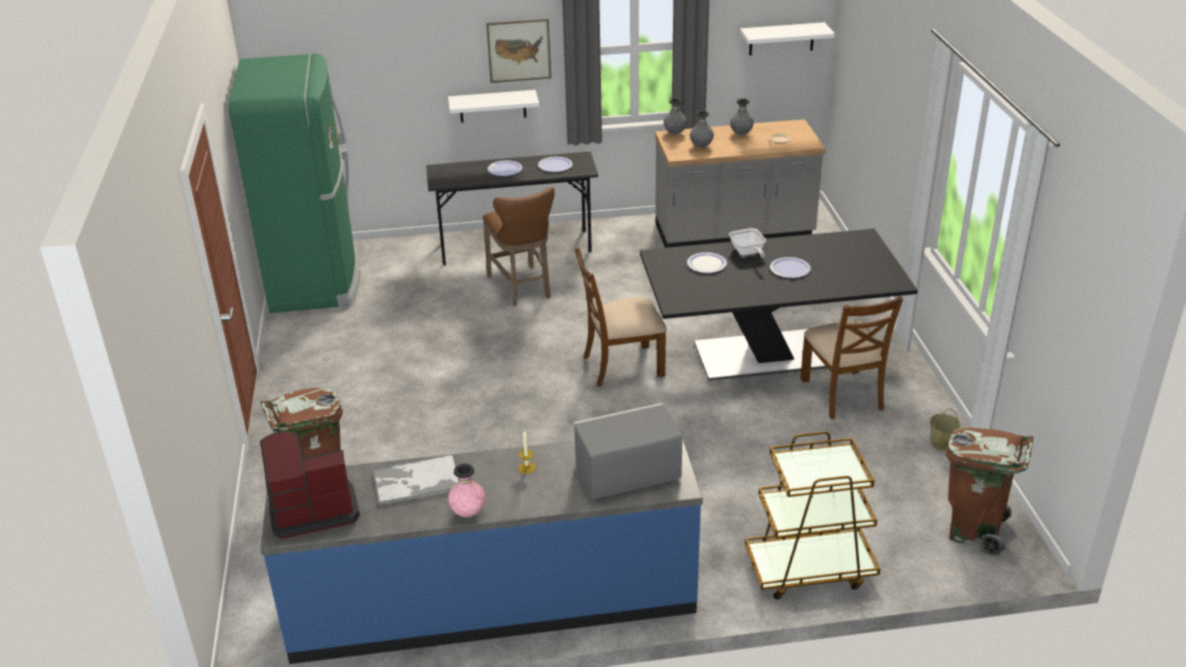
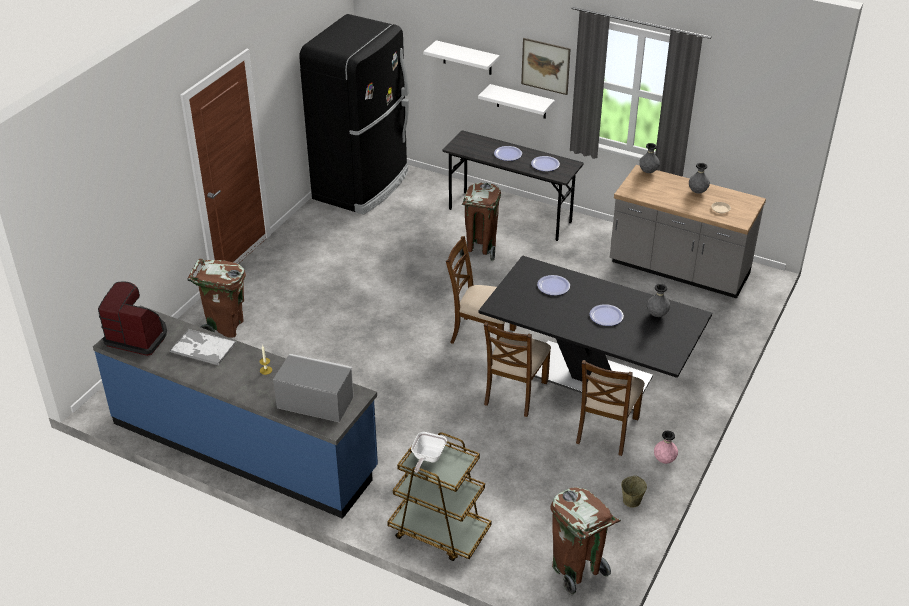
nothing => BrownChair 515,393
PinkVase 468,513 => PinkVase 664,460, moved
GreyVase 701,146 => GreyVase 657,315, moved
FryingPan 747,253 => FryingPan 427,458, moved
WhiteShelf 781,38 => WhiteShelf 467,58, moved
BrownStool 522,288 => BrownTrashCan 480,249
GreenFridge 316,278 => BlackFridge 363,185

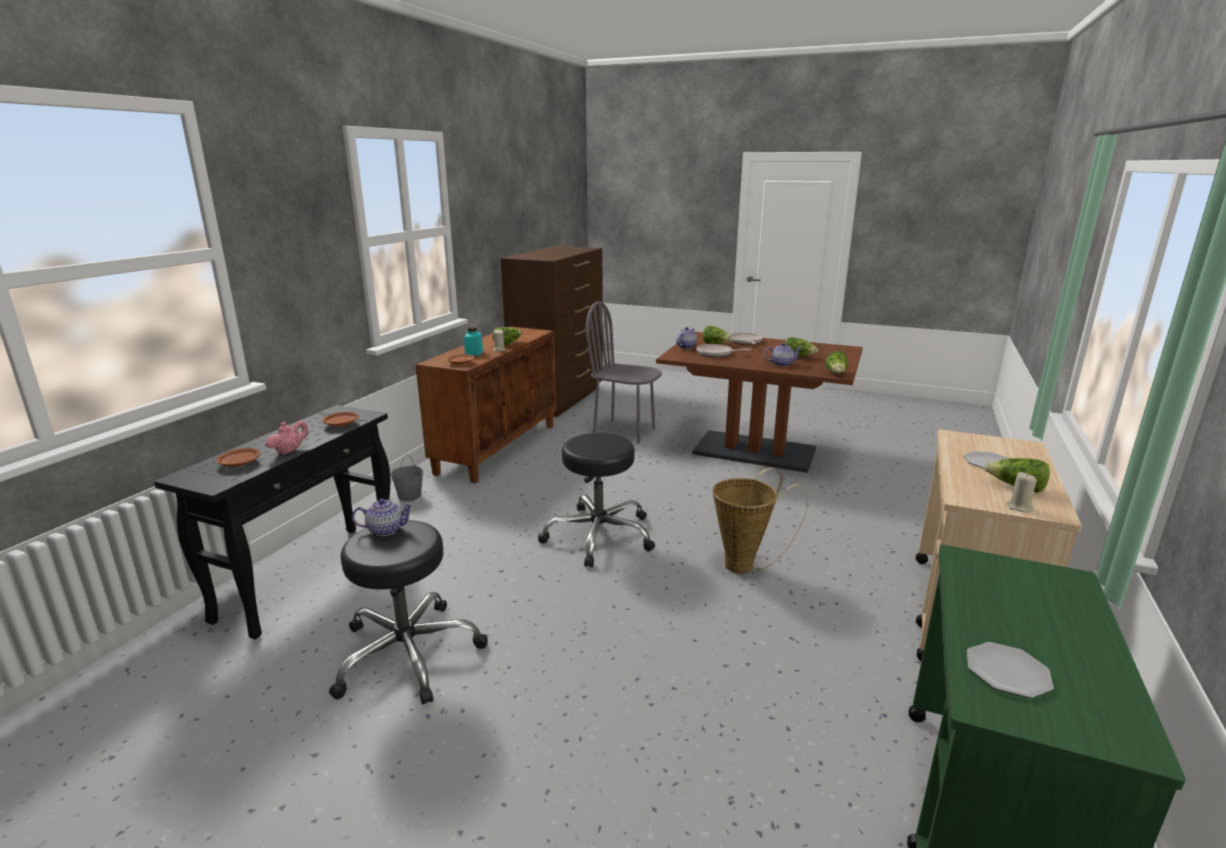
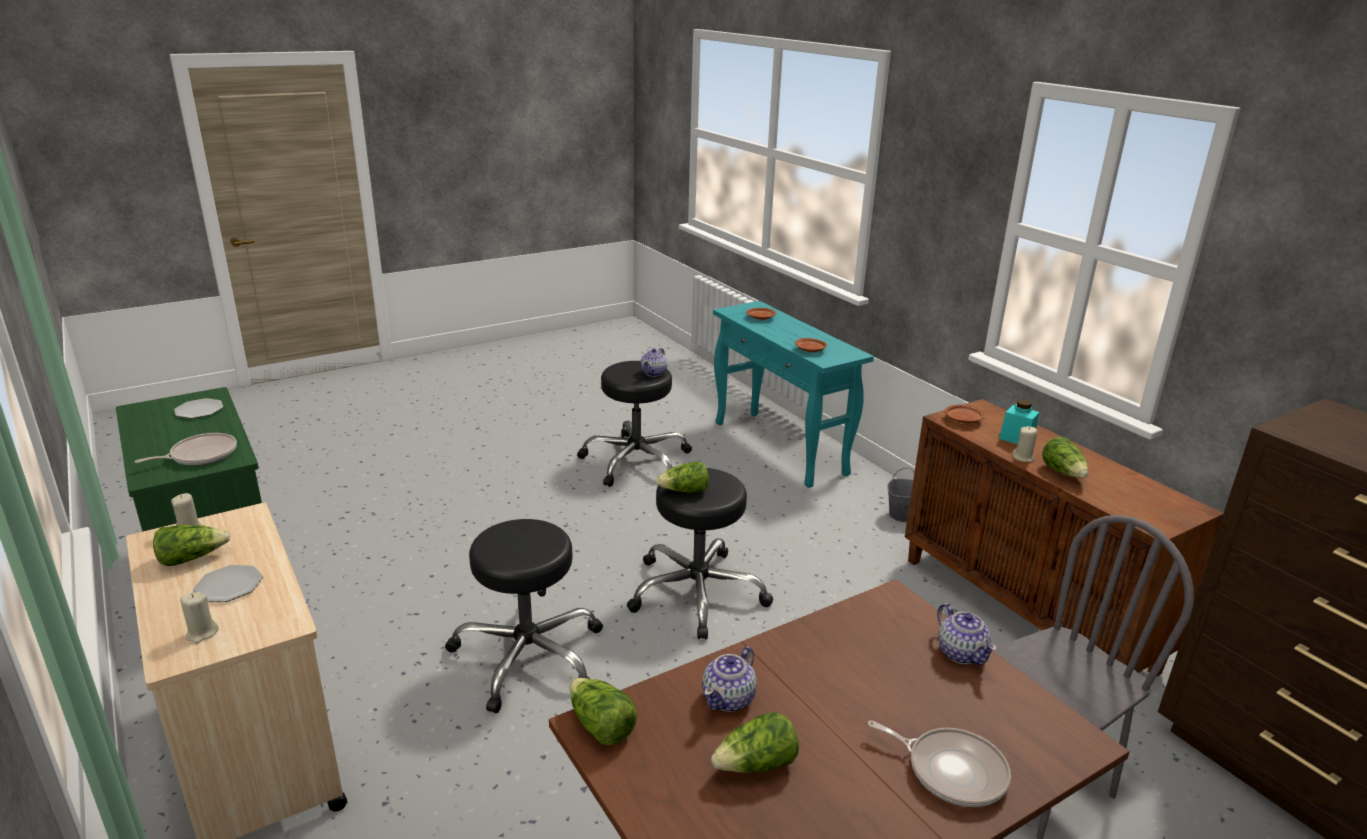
PinkTeapot 289,451 => nothing
nothing => BeigeCandle 201,633
FryingPan 716,353 => FryingPan 200,455, moved
Lettuce 716,344 => Lettuce 684,491, moved
Basket 745,565 => BlackStool 529,656
BlackConsoleTable 310,577 => TurquoiseConsoleTable 780,448

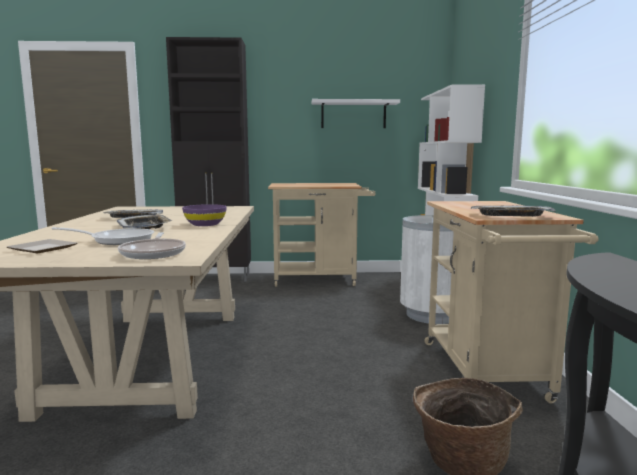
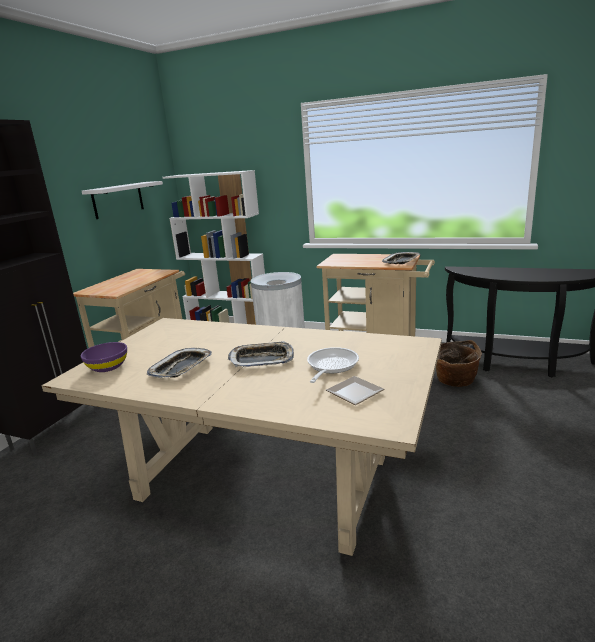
FryingPan 154,253 => nothing
PurpleBowl 205,224 => PurpleBowl 108,367, moved

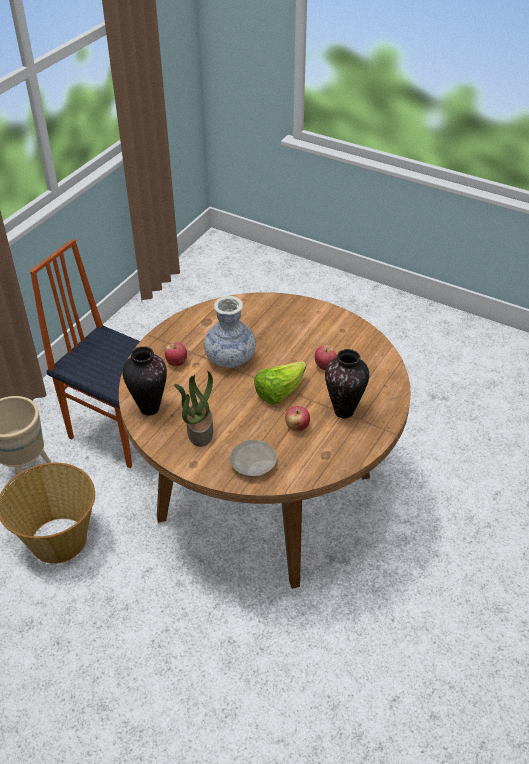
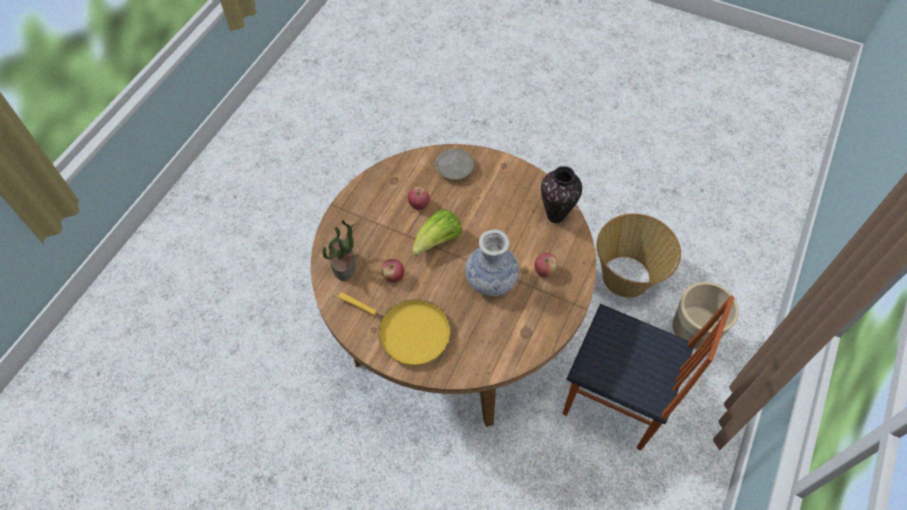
Vase 344,412 => nothing
nothing => YellowFryingPan 409,333
PottedPlant 199,431 => PottedPlant 344,265, moved

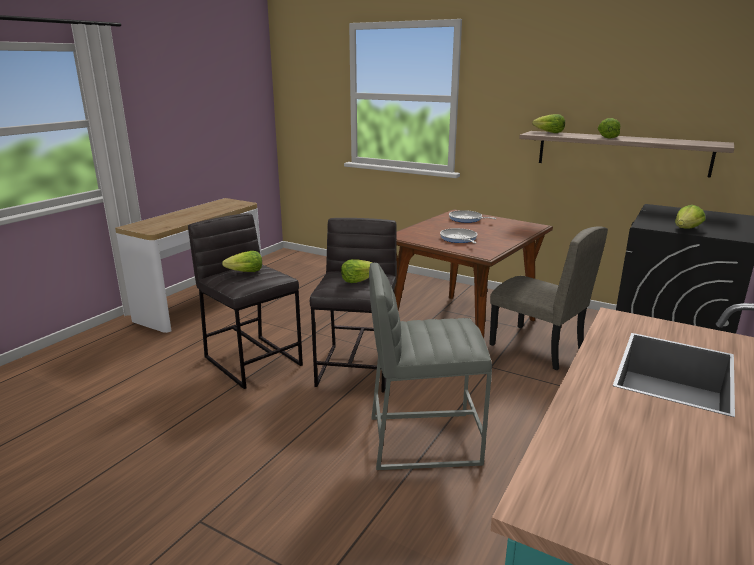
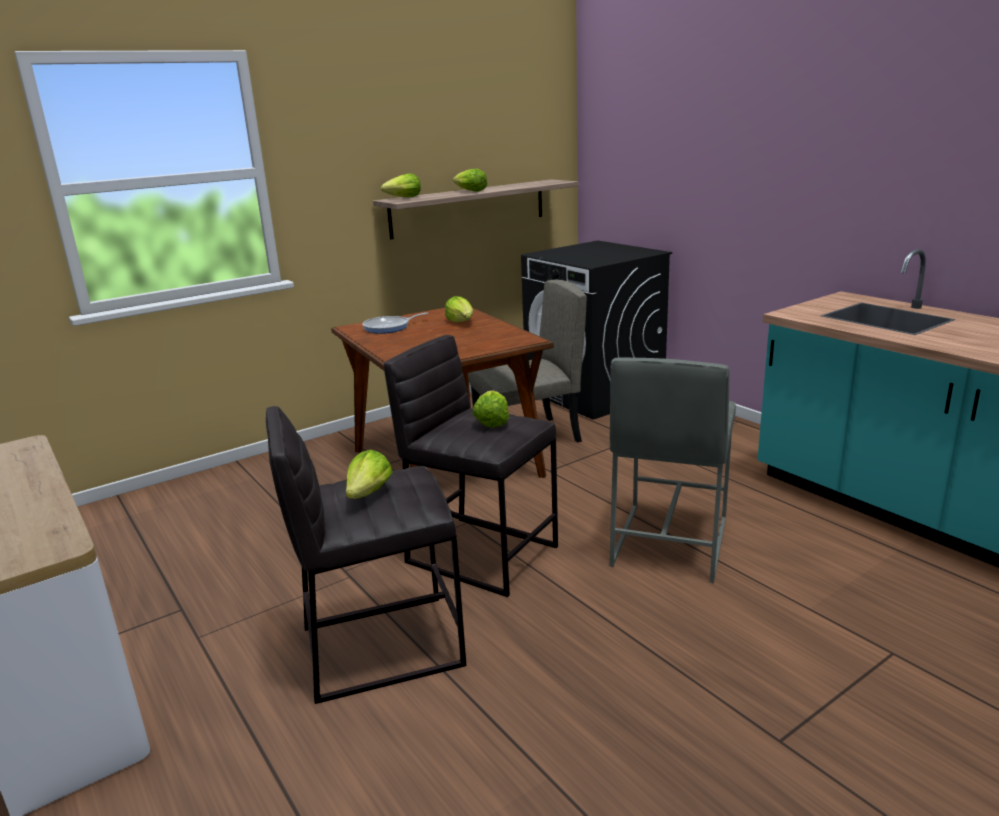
FryingPan 459,239 => nothing
Lettuce 686,229 => Lettuce 461,322, moved

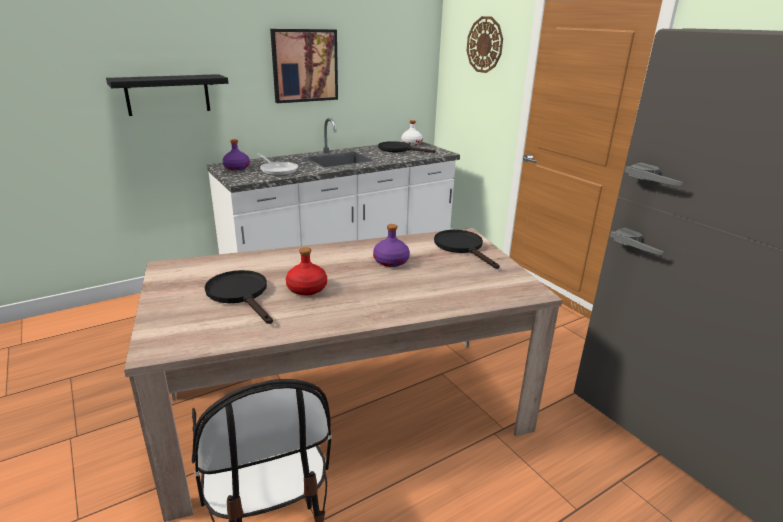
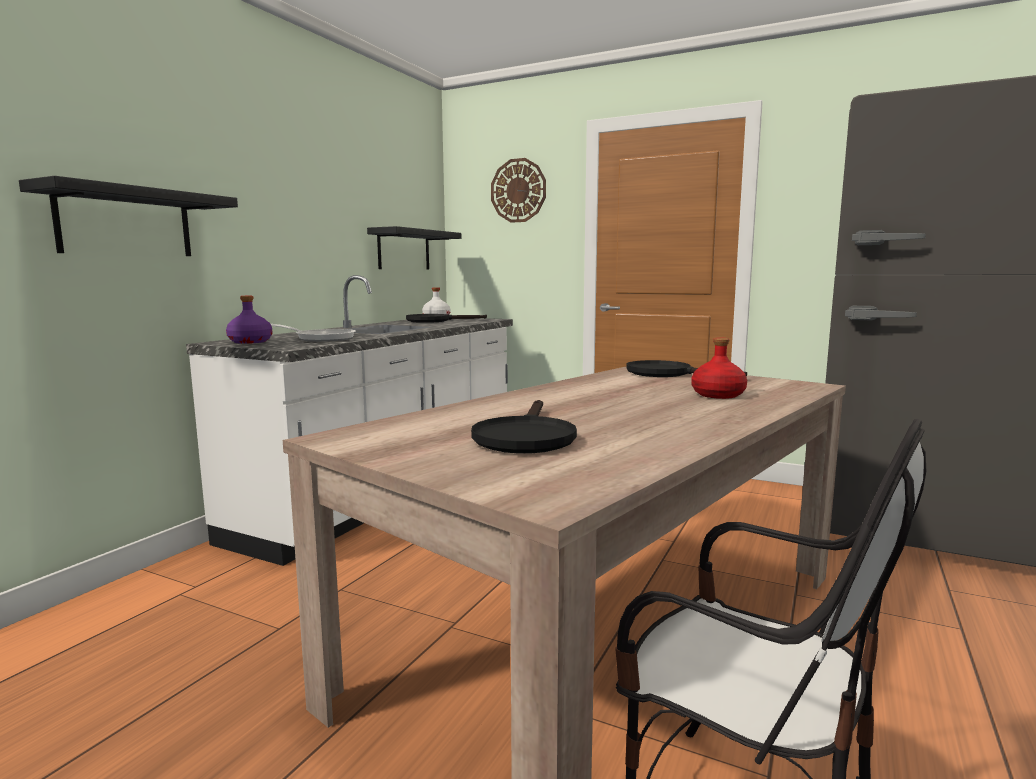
Picture 305,65 => nothing
PurpleBottle 391,261 => nothing
nothing => BlackShelf 404,250
RedBottle 307,289 => RedBottle 718,395, moved
BlackFryingPan 241,294 => BlackFryingPan 525,437, 105 degrees counterclockwise

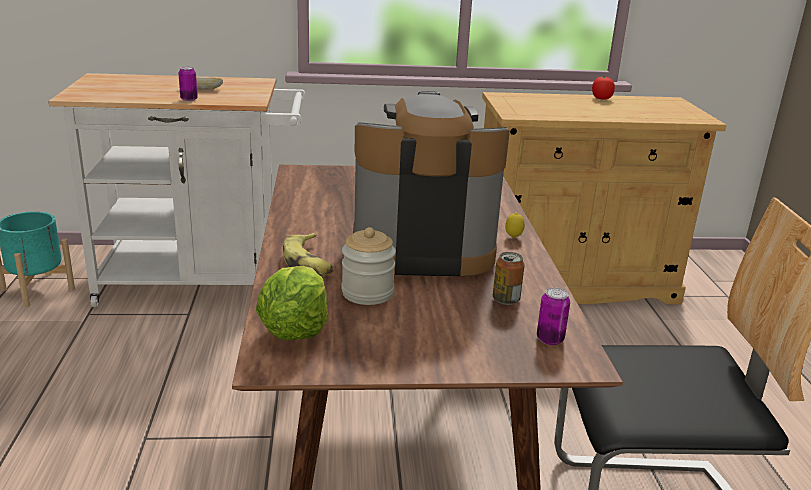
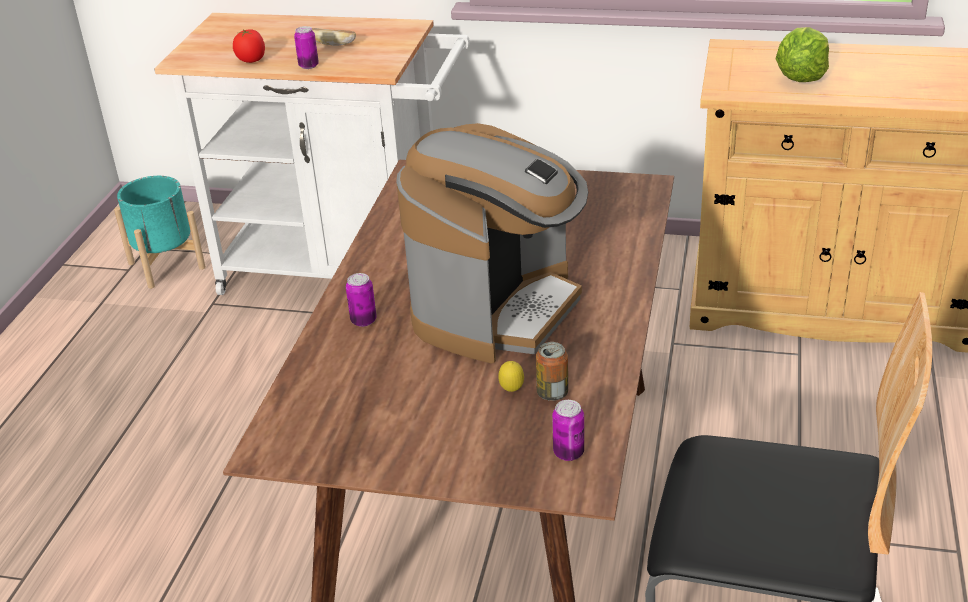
Jar 367,293 => nothing
Lettuce 295,330 => Lettuce 801,77, moved
Lemon 513,238 => Lemon 511,391, moved
Tomato 601,98 => Tomato 251,60, moved
Banana 309,263 => Can 363,320
CoffeeMachine 422,249 => CoffeeMachine 498,309, 105 degrees clockwise

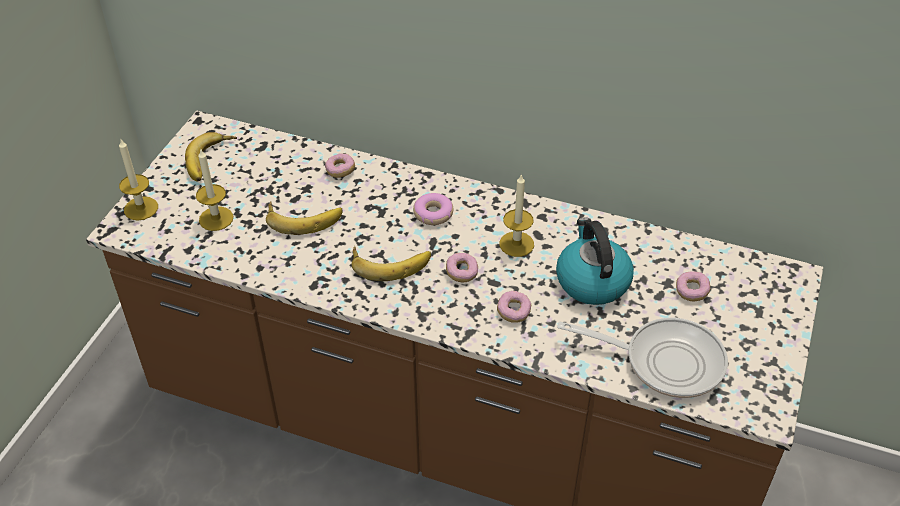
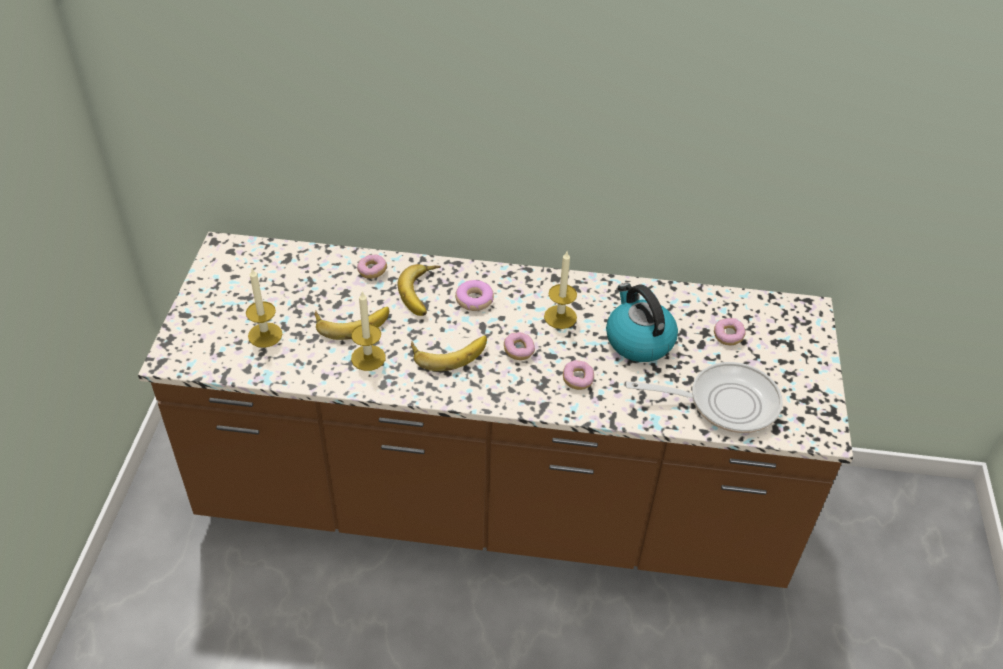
Candle 141,208 => Candle 368,358, moved
Banana 211,161 => Banana 424,293, moved

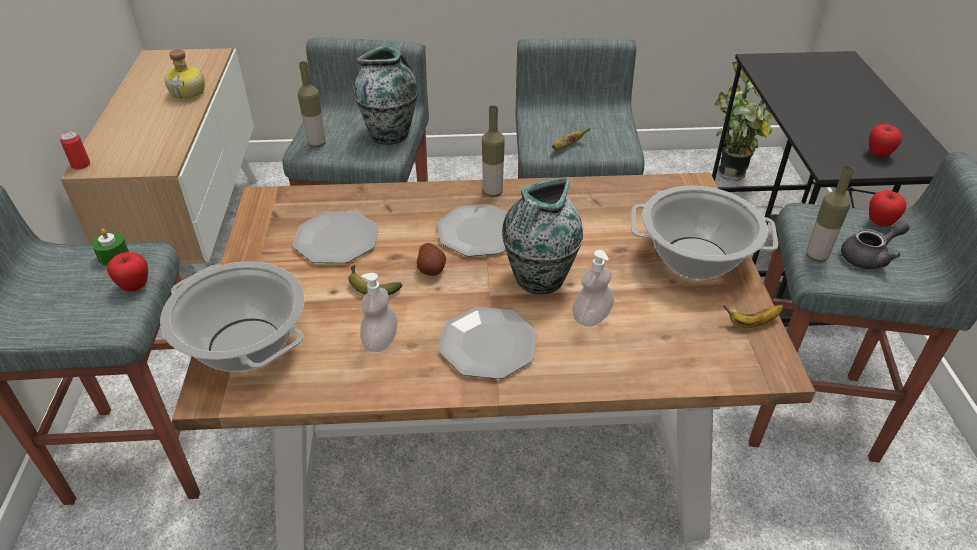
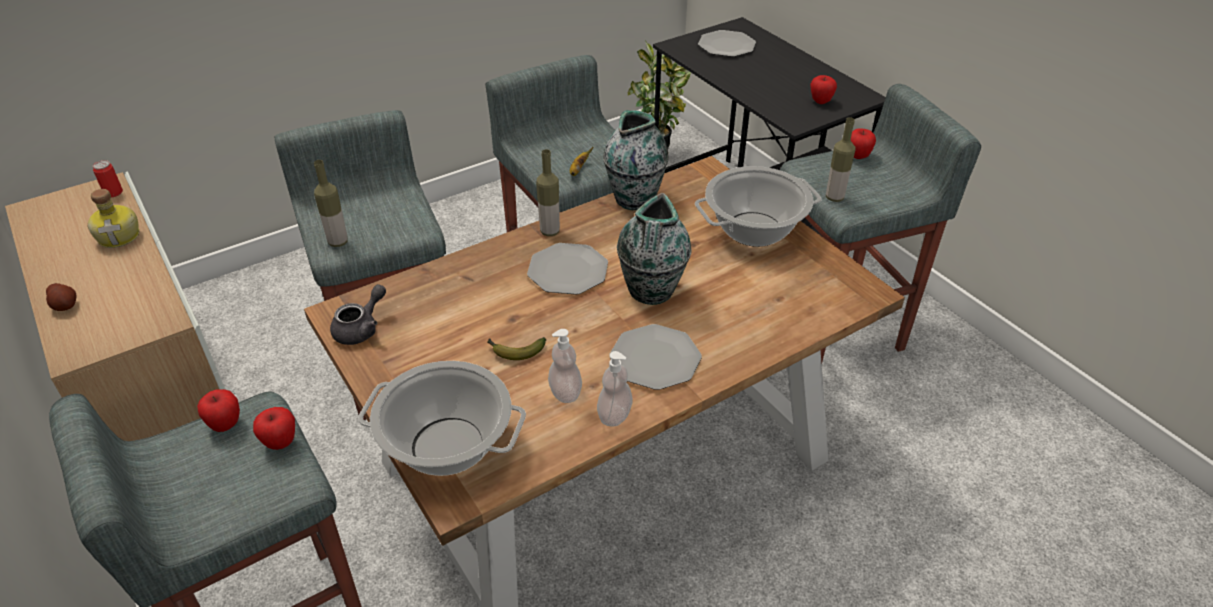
Banana 752,323 => nothing
Can 81,165 => Can 113,193, moved
Plate 337,239 => Plate 726,45, moved
Vase 390,135 => Vase 635,198, moved
Potato 431,269 => Potato 65,305, moved
SoapDispenser 591,317 => SoapDispenser 614,415, moved
GreyTeapot 869,257 => GreyTeapot 361,329, moved
GreenCandle 113,256 => Apple 225,425

